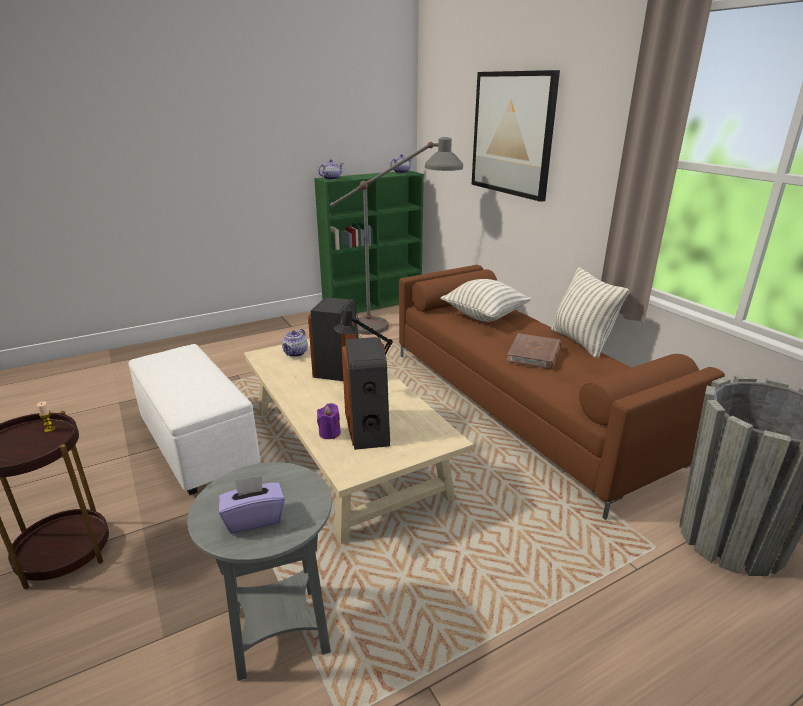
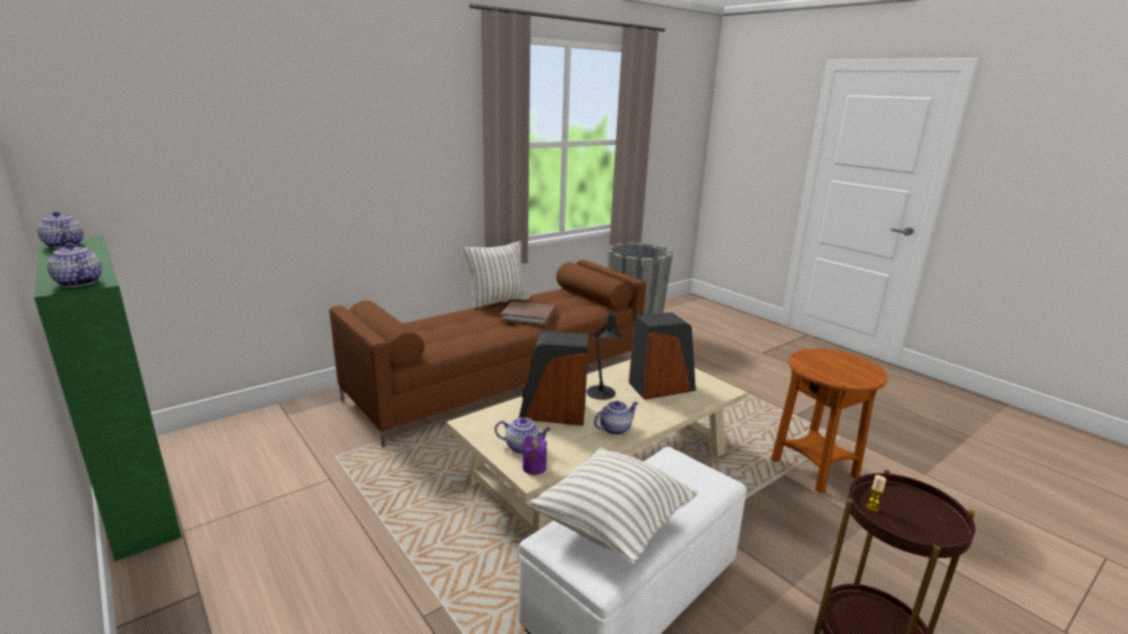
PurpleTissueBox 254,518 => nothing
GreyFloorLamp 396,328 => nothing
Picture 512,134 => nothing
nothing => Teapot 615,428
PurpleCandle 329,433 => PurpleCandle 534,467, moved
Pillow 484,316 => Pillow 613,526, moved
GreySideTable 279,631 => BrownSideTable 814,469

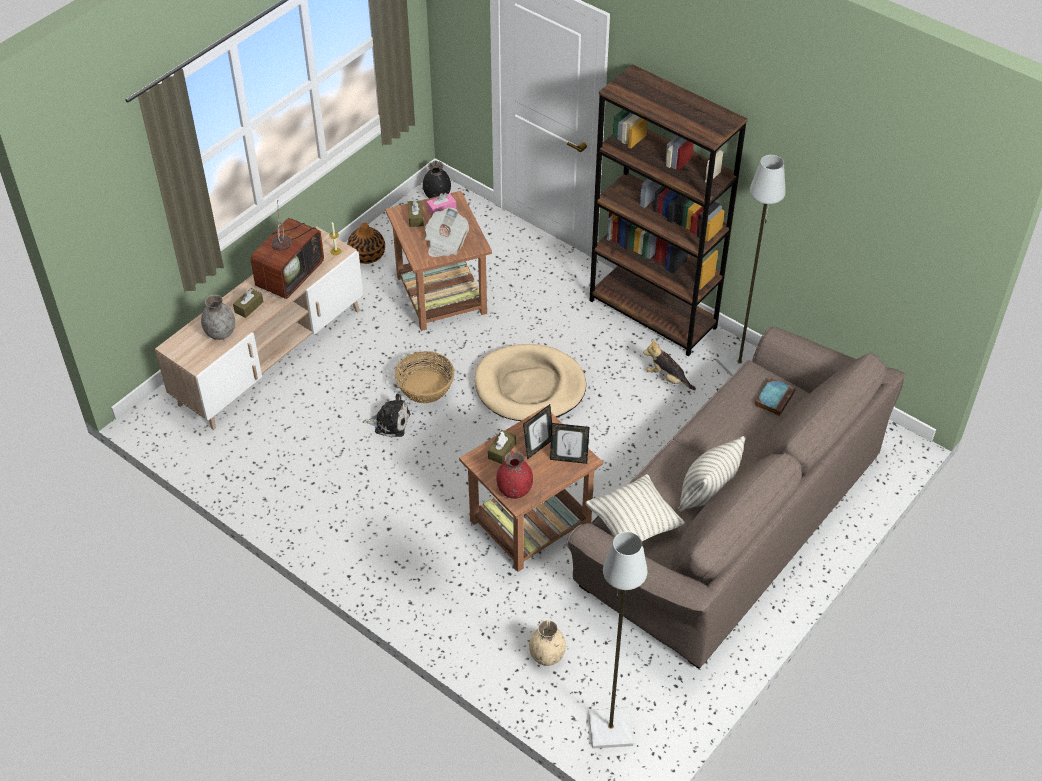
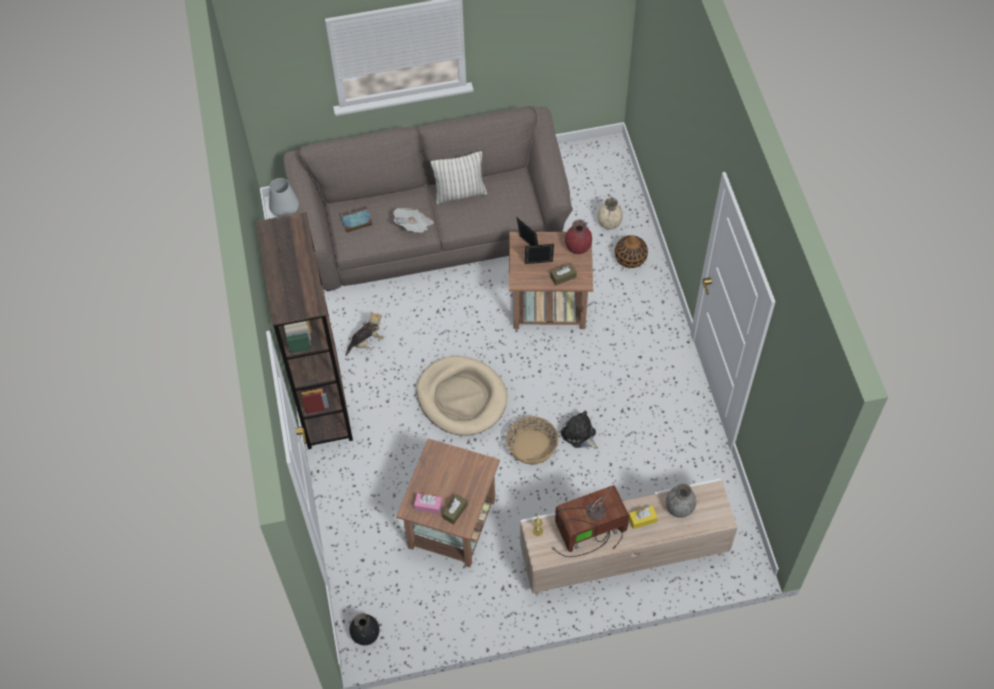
Pillow 633,525 => nothing
GreyFloorLamp 610,730 => nothing
Vase 367,255 => Vase 630,258, moved
Newspaper 445,243 => Newspaper 414,226, moved
BrownTissueBox 249,307 => YellowTissueBox 642,519
PlushToy 667,378 => PlushToy 366,342, 105 degrees counterclockwise

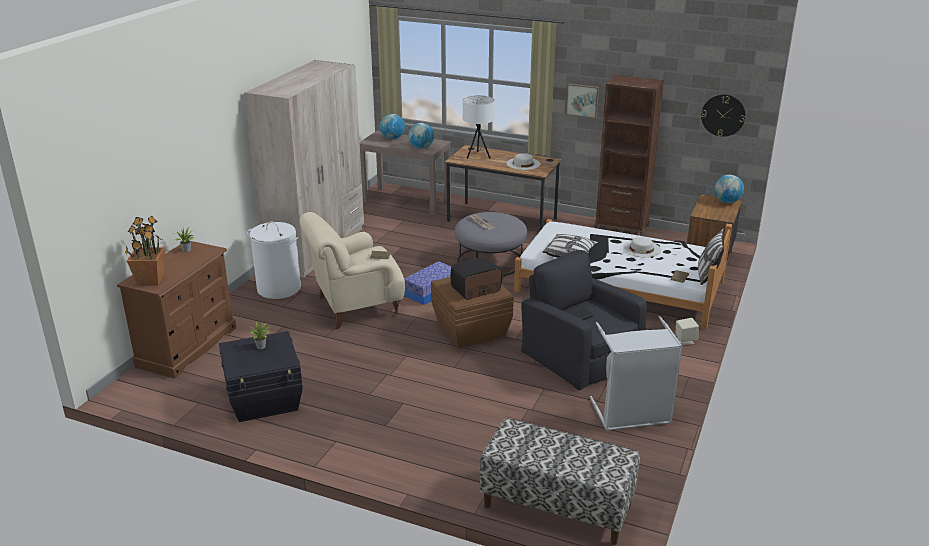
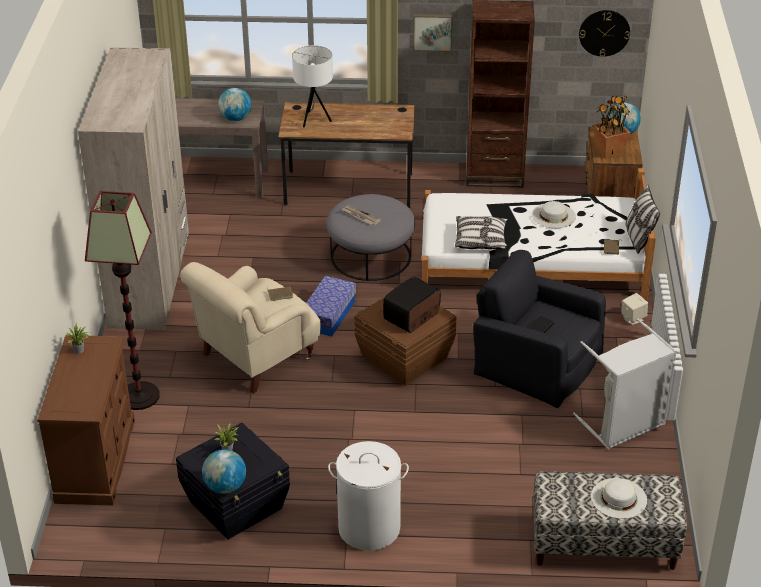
nothing => FloorLamp 139,396
PottedPlant 150,280 => PottedPlant 608,152, moved
WhiteLaundryBasket 278,288 => WhiteLaundryBasket 369,528, moved
Globe 392,138 => Globe 225,487, moved
WhiteHat 523,163 => WhiteHat 618,498, moved

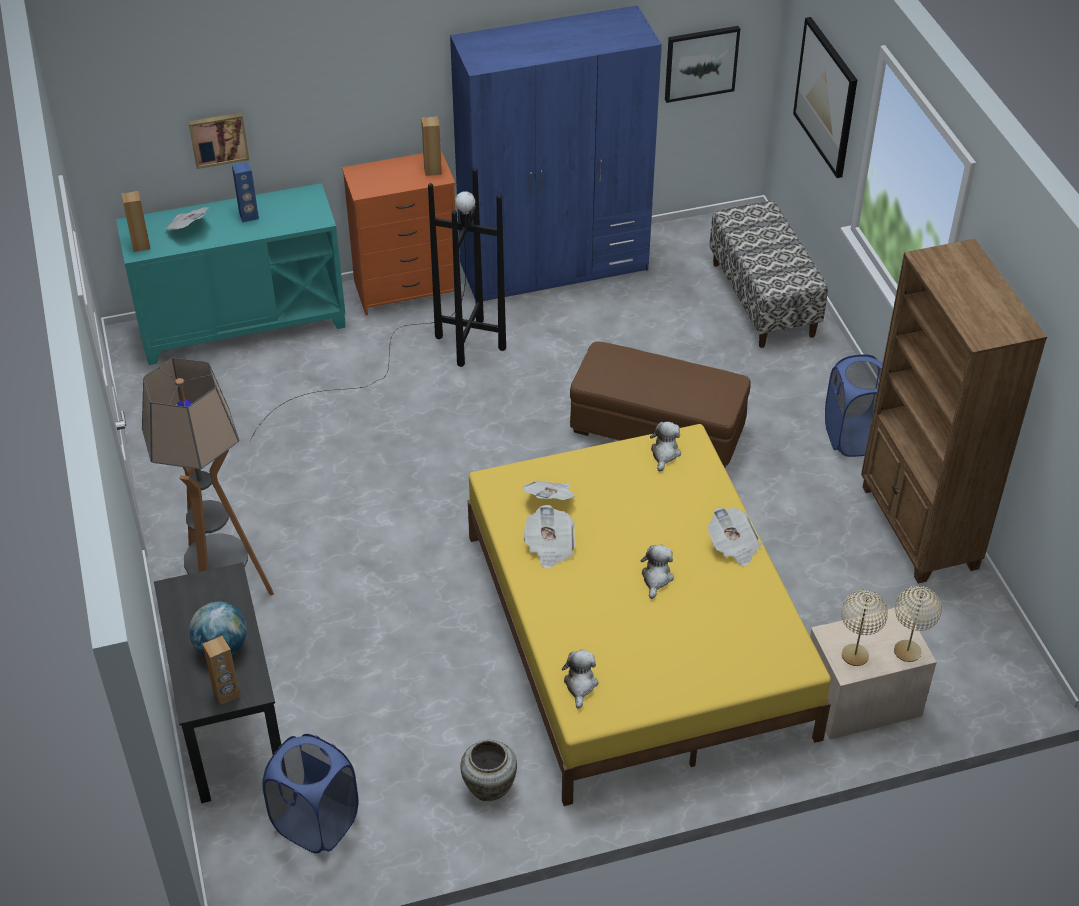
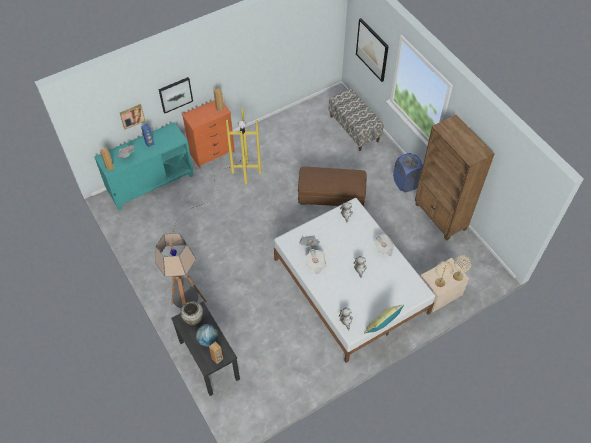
BlueLaundryBasket 315,823 => nothing
BlueWardrobe 554,266 => nothing
nothing => YellowPillow 382,326
BeigeVase 489,786 => BeigeVase 193,318, moved
Picture 701,63 => Picture 175,94, moved
BlackFloorLamp 415,358 => YellowFloorLamp 226,184
YellowBed 636,634 => WhiteBed 350,285

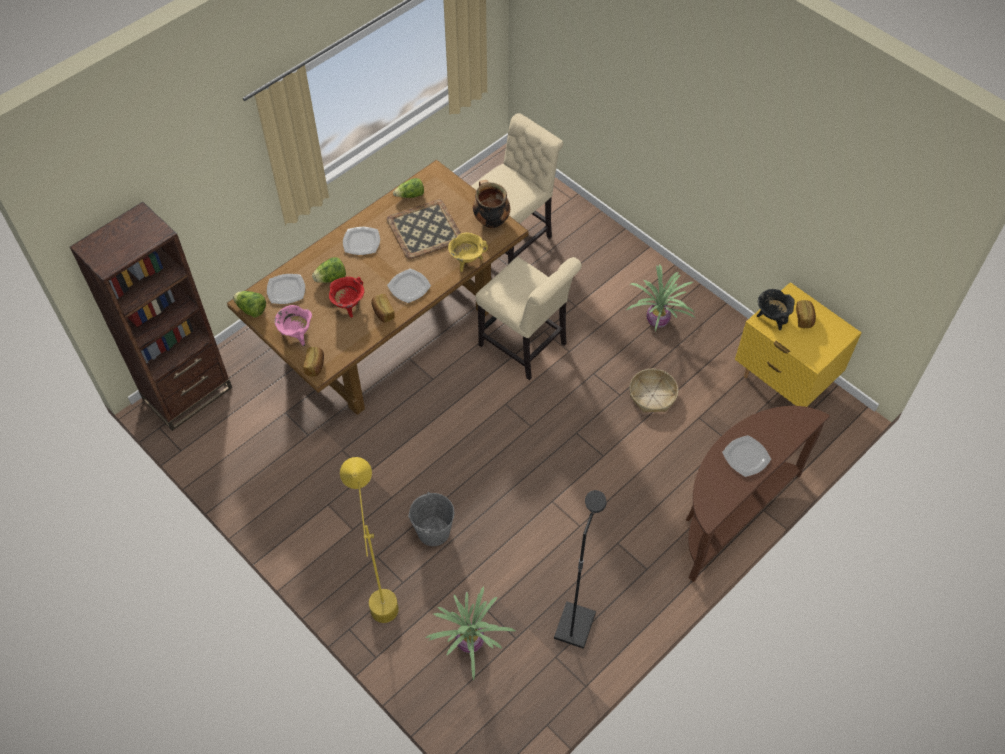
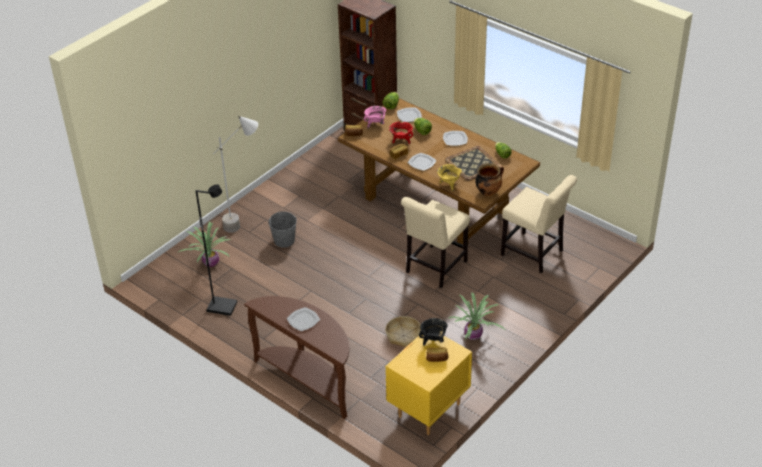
YellowFloorLamp 380,587 => GreyFloorLamp 245,223

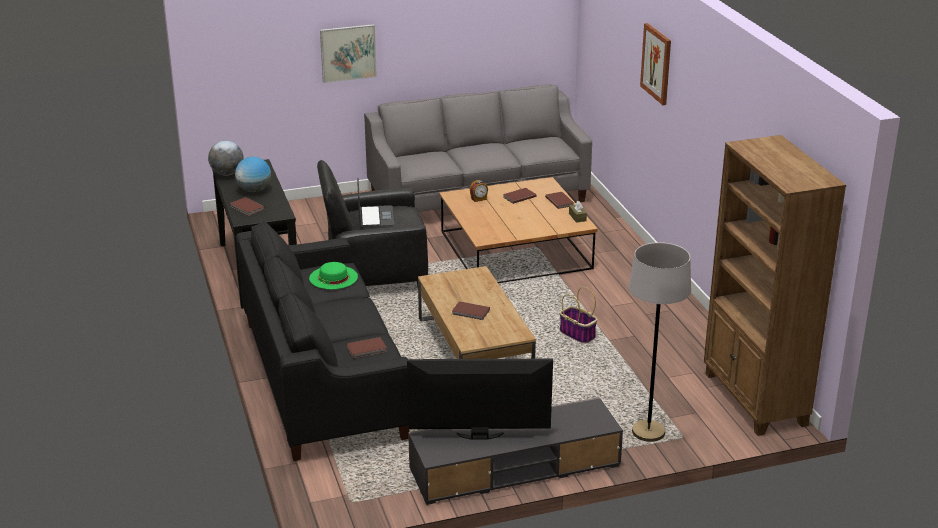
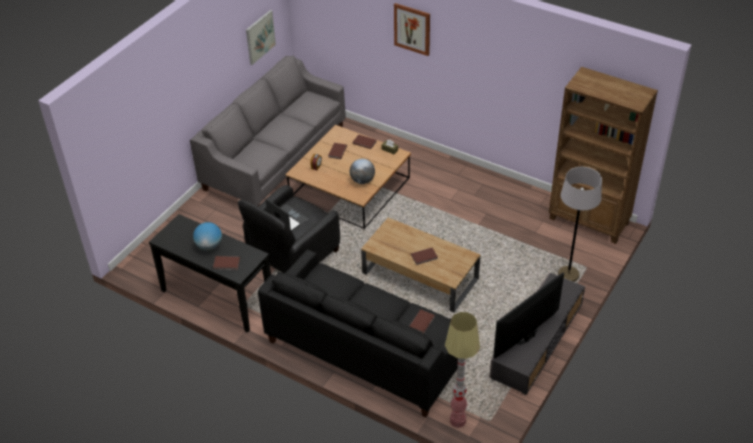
GreenHat 333,277 => nothing
Basket 578,334 => nothing
nothing => FloorLamp 458,421
Globe 227,173 => Globe 362,181, moved
Picture 348,53 => Picture 260,37, moved

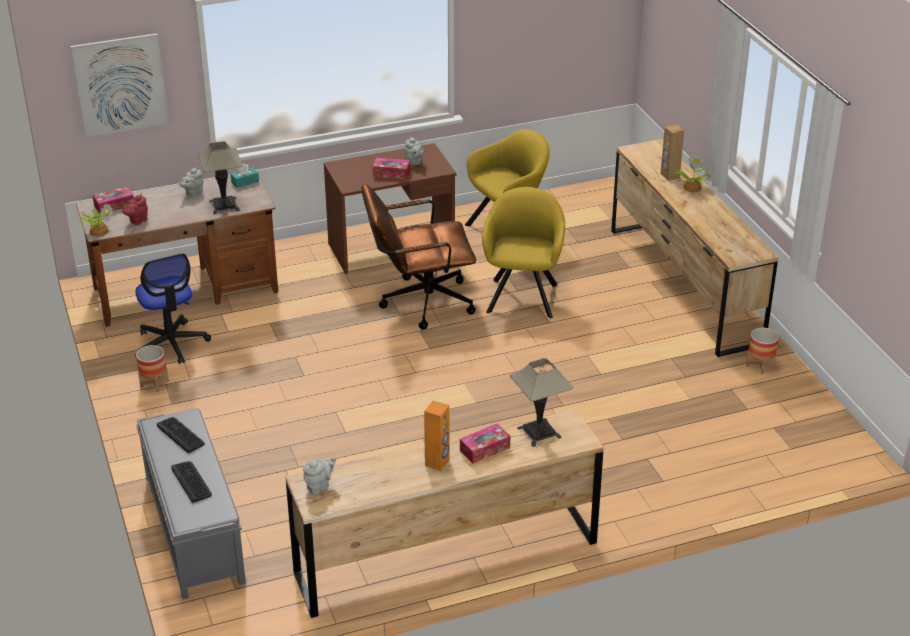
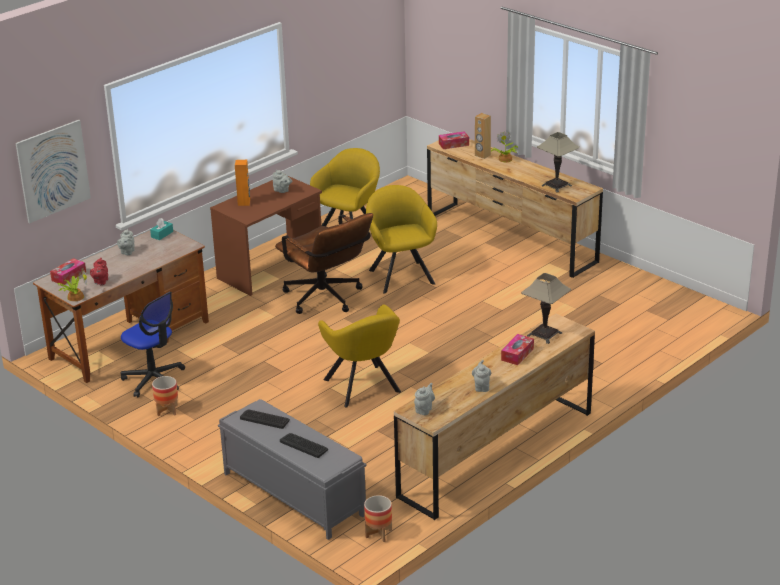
nothing => YellowArmchair 363,388
nothing => GreyTeapot 481,386
TableLamp 224,206 => TableLamp 556,185, moved
TissueBox 391,173 => TissueBox 453,144, moved
OrangeSpeaker 437,463 => OrangeSpeaker 244,202, moved
Planter 760,366 => Planter 378,533, moved
BrownOfficeChair 419,302 => BrownOfficeChair 326,300, 90 degrees counterclockwise

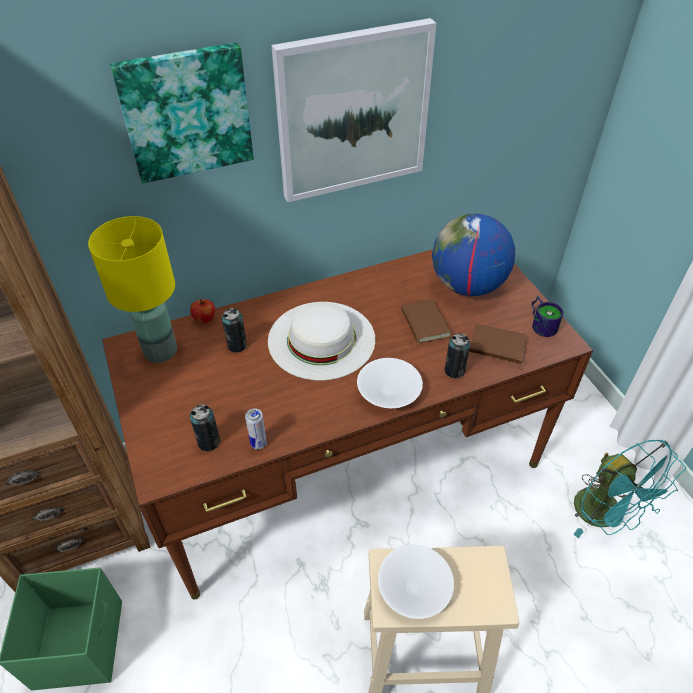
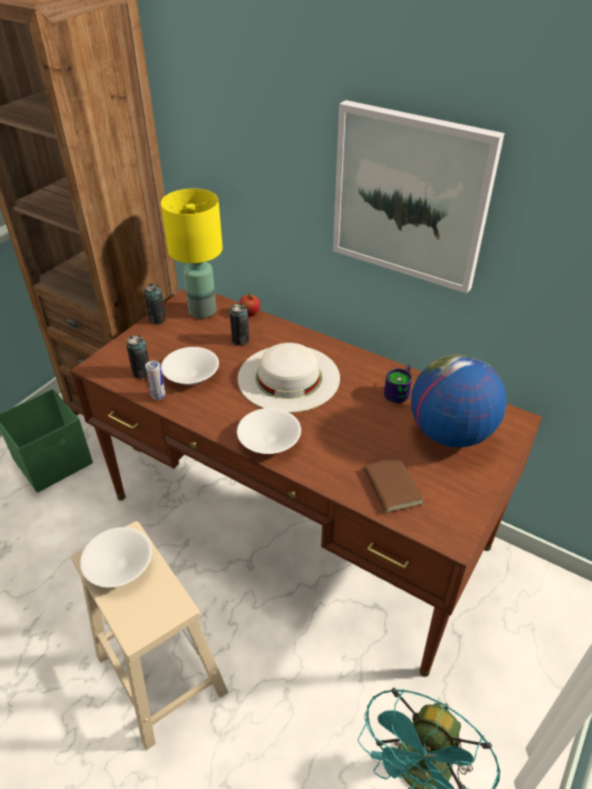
Picture 186,112 => nothing
BrownBook 423,323 => nothing
nothing => WhiteBowl 192,375
Can 454,371 => Can 157,320, moved
Mug 542,323 => Mug 400,392, moved

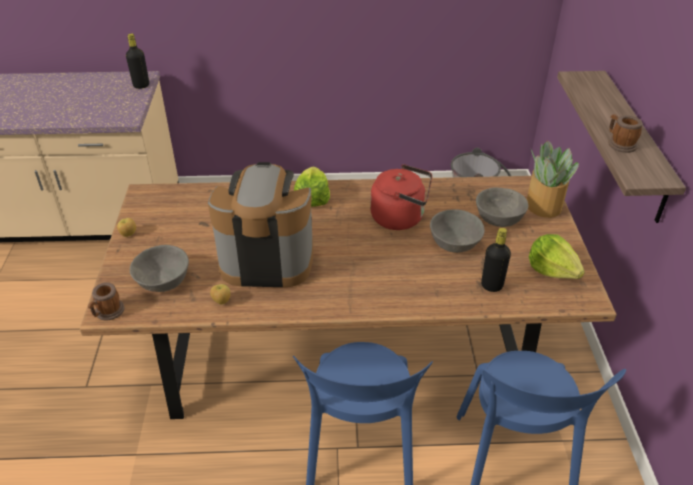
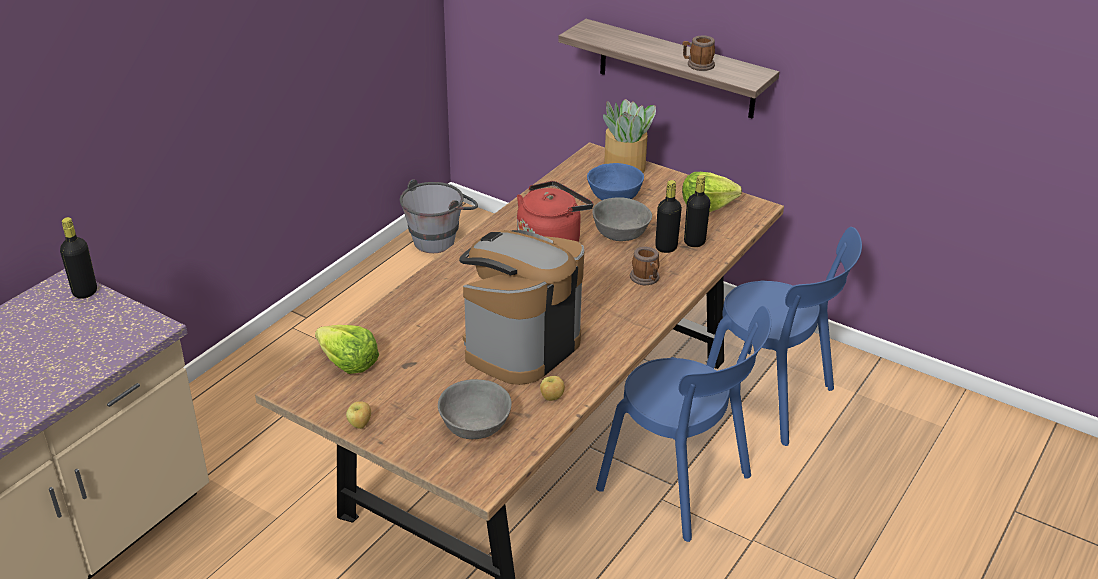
nothing => BlackBottle 666,247
Mug 107,313 => Mug 646,279, moved
Lettuce 312,198 => Lettuce 348,363, moved
GreyBowl 498,218 => BlueBowl 614,196

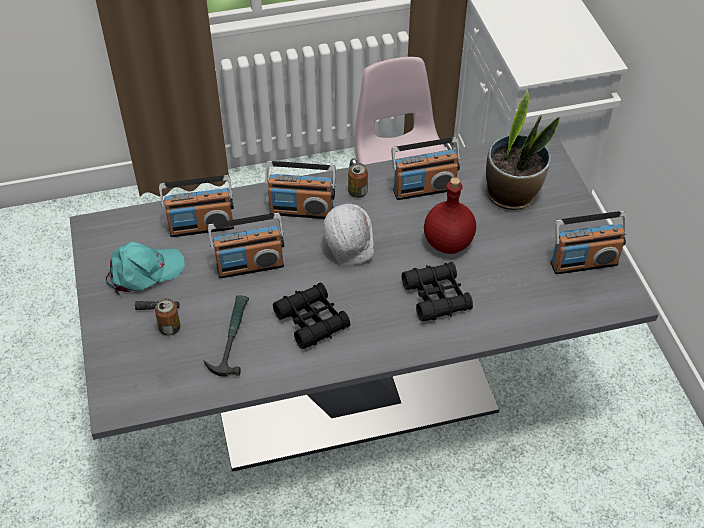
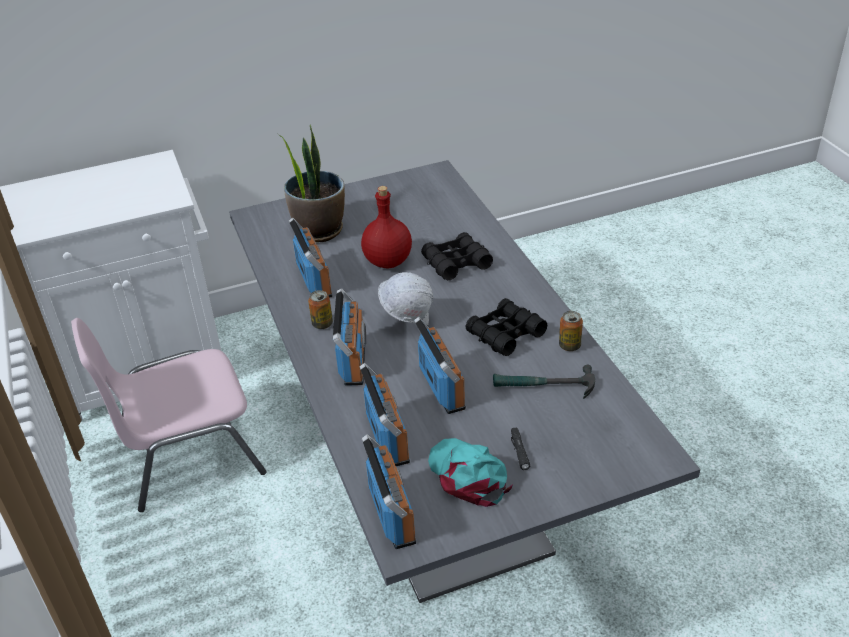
Can 170,328 => Can 569,346, moved
Radio 583,263 => Radio 392,515, moved

